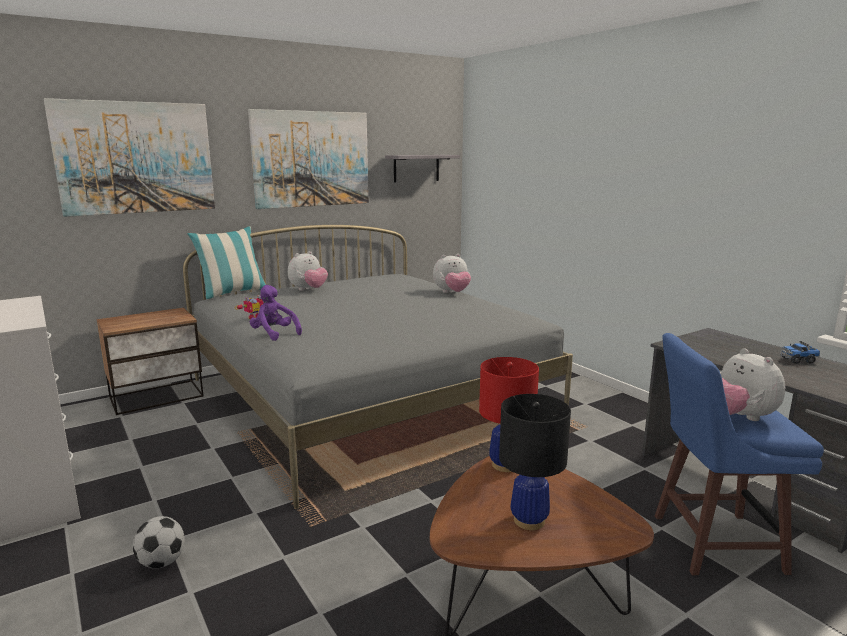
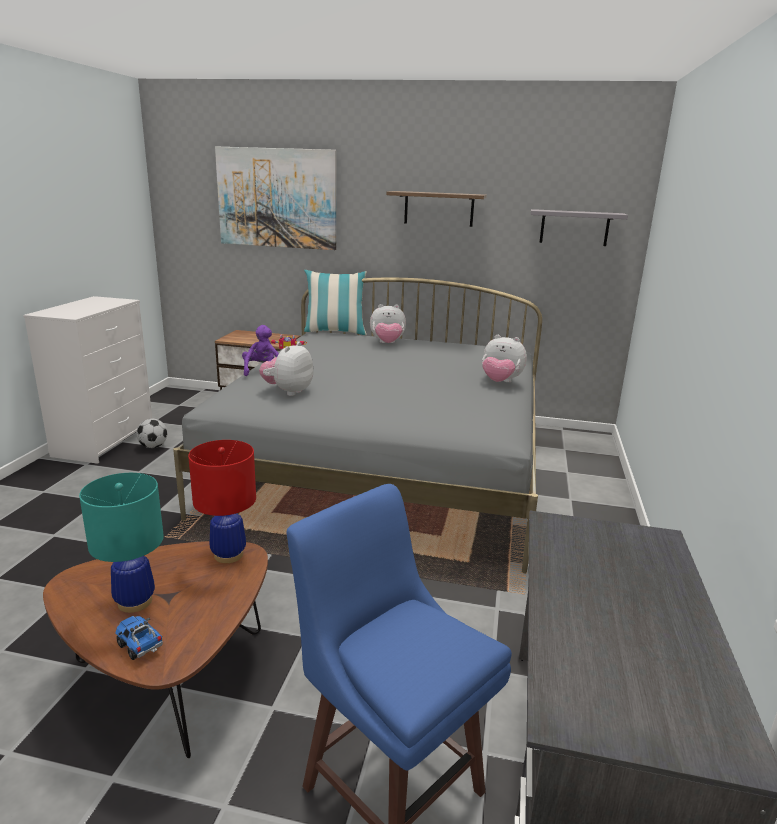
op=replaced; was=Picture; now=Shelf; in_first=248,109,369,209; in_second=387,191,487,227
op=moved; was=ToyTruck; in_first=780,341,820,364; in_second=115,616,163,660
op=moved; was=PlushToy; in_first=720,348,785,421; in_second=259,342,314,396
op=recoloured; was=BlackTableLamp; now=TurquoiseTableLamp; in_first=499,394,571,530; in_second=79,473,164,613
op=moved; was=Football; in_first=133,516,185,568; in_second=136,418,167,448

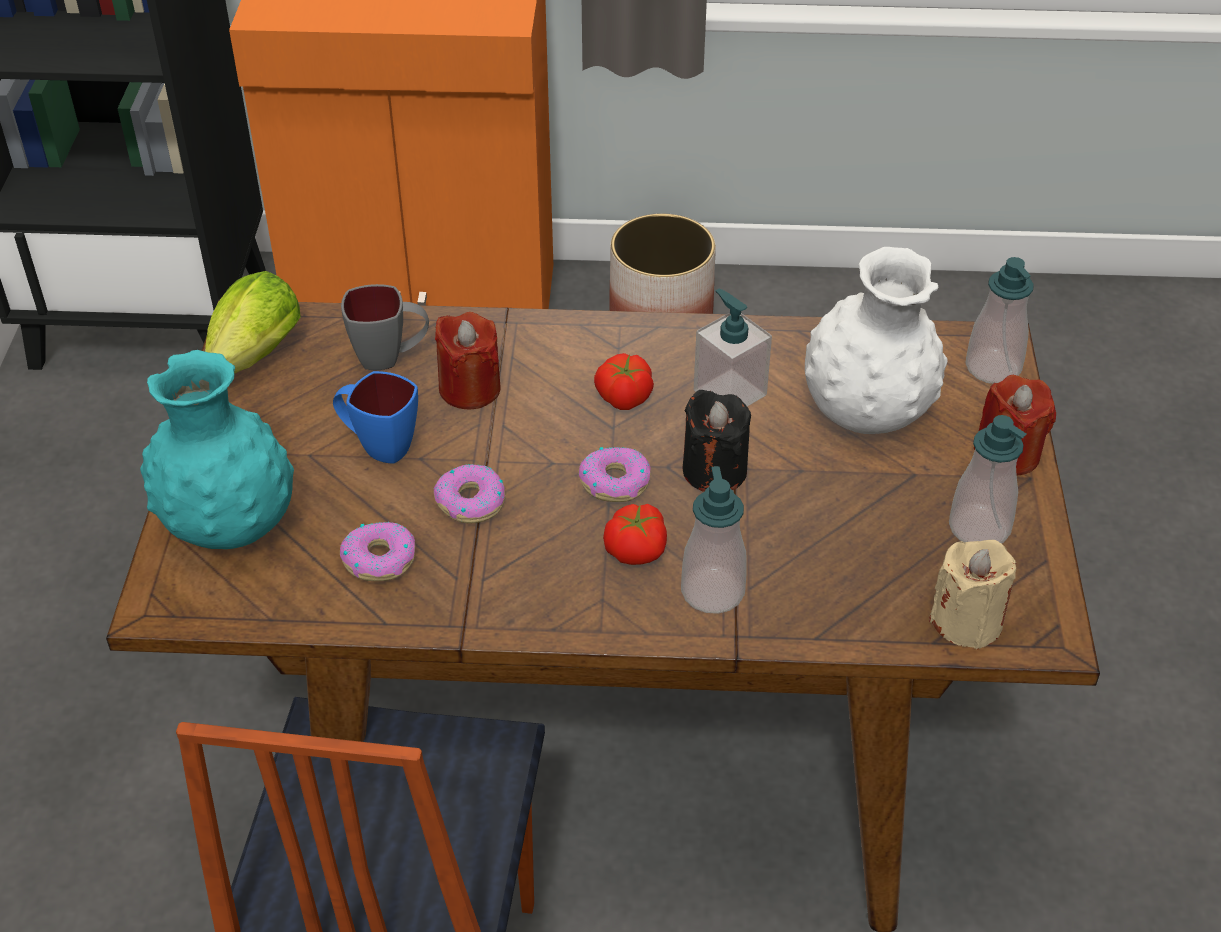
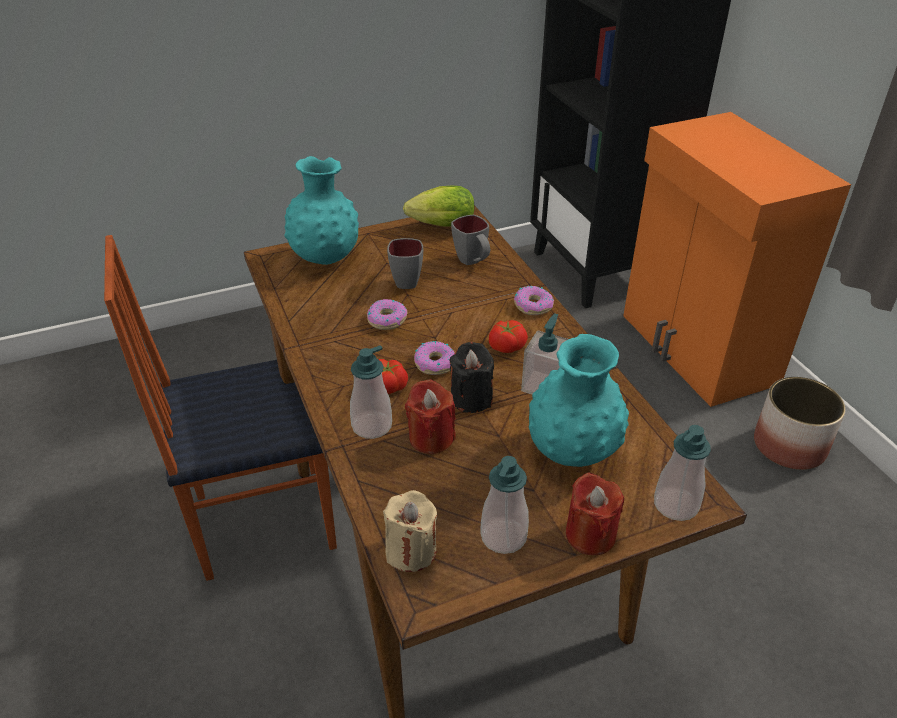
op=recoloured; was=WhiteVase; now=TurquoiseVase; in_first=805,247,948,434; in_second=529,334,629,467
op=moved; was=RedCandle; in_first=435,312,500,409; in_second=405,379,456,454
op=recoloured; was=BlueMug; now=GreyMug; in_first=333,371,418,463; in_second=387,238,423,289
op=moved; was=Donut; in_first=340,522,415,581; in_second=514,286,554,315

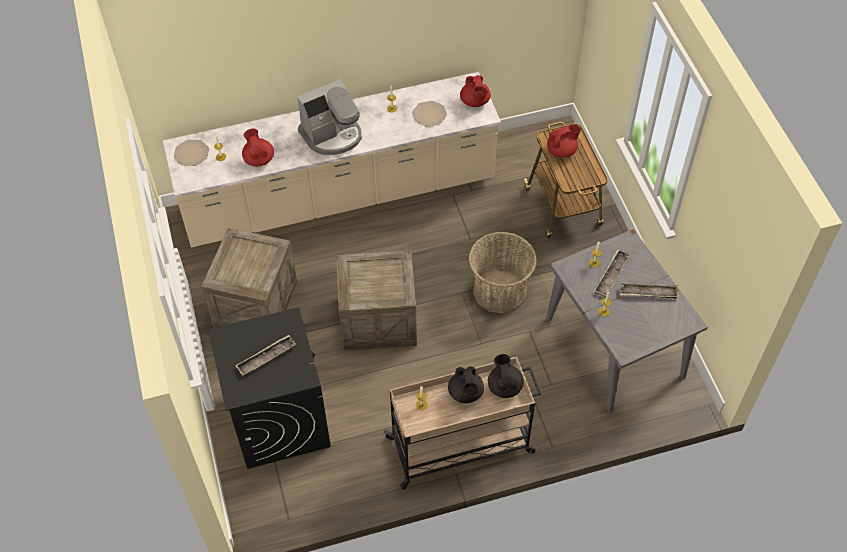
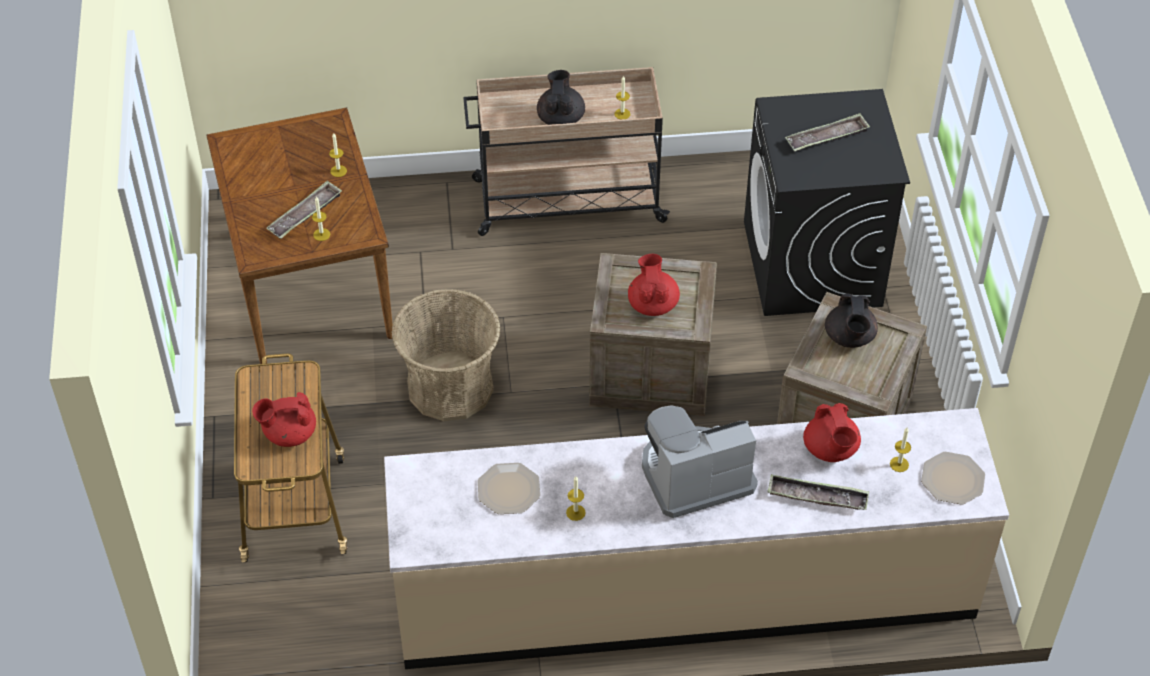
op=moved; was=RedTeapot; in_first=460,75,491,107; in_second=628,254,680,316
op=recoloured; was=GreyDiningTable; now=BrownDiningTable; in_first=546,229,708,413; in_second=206,107,393,364
op=moved; was=Tray; in_first=619,283,679,299; in_second=767,474,869,510
op=moved; was=BlackTeapot; in_first=488,354,524,398; in_second=825,293,878,348

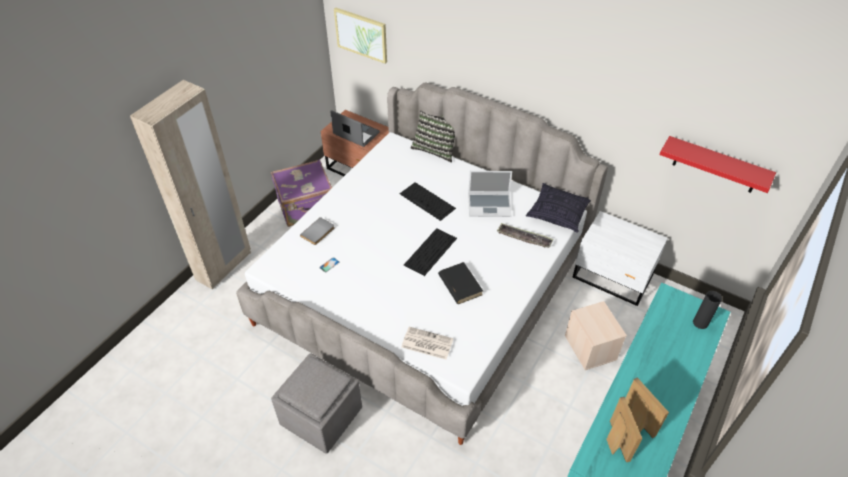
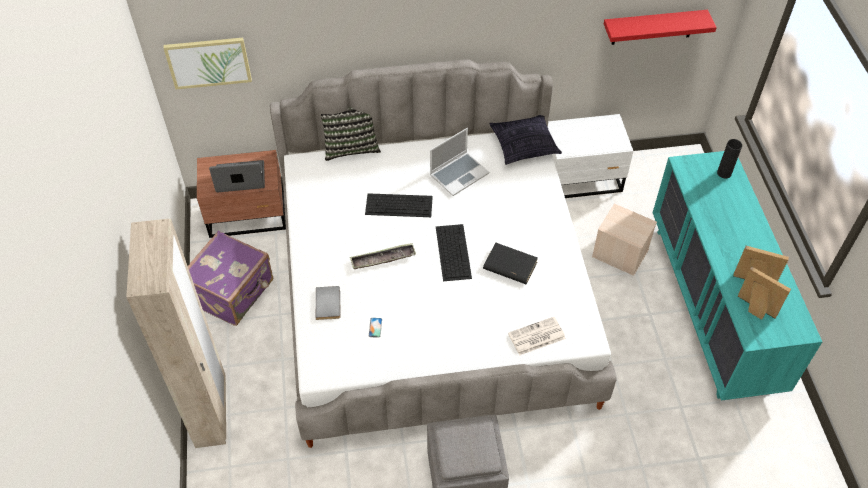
op=moved; was=Tray; in_first=497,223,553,248; in_second=350,243,416,269

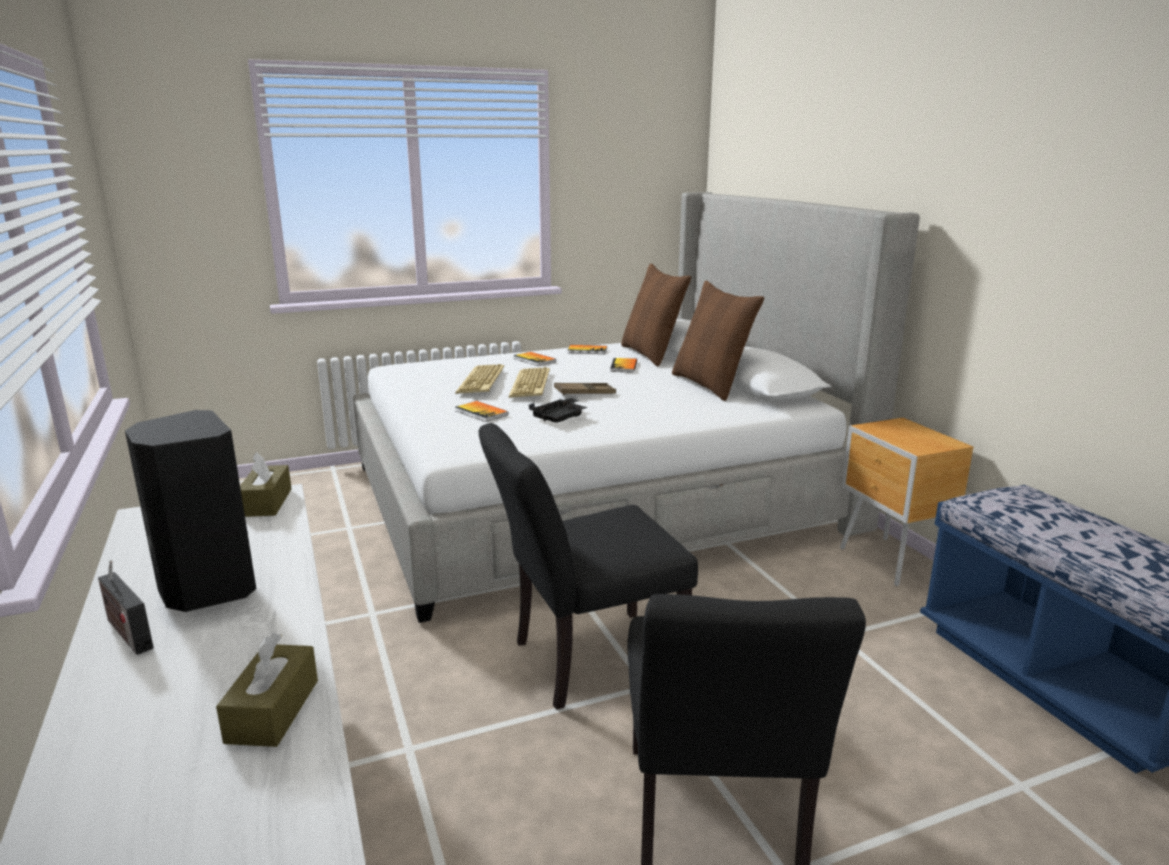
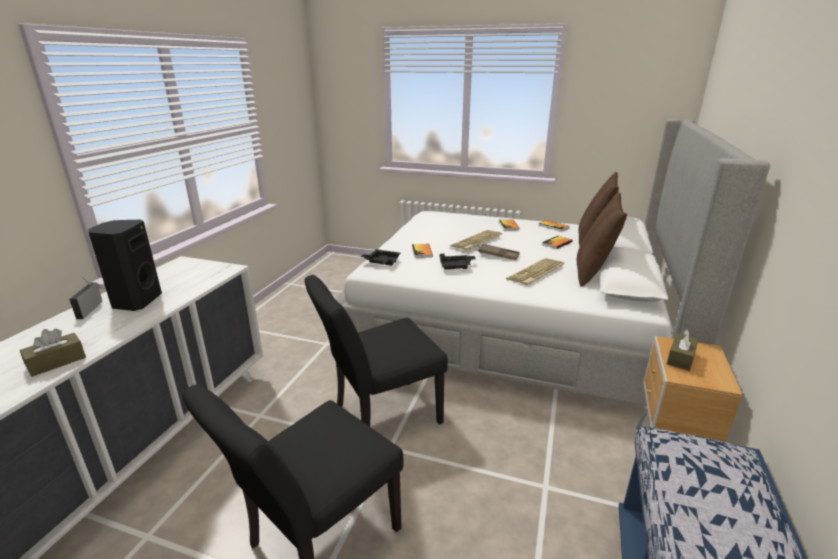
op=moved; was=Keyboard; in_first=455,364,504,394; in_second=506,258,565,285
op=turned; was=BlackChair; in_first=478,423,698,710; in_second=305,275,448,427; clockwise=-45
op=moved; was=BrownTissueBox; in_first=240,452,292,517; in_second=667,329,699,371
op=added; now=BlackTray; in_second=361,249,401,266

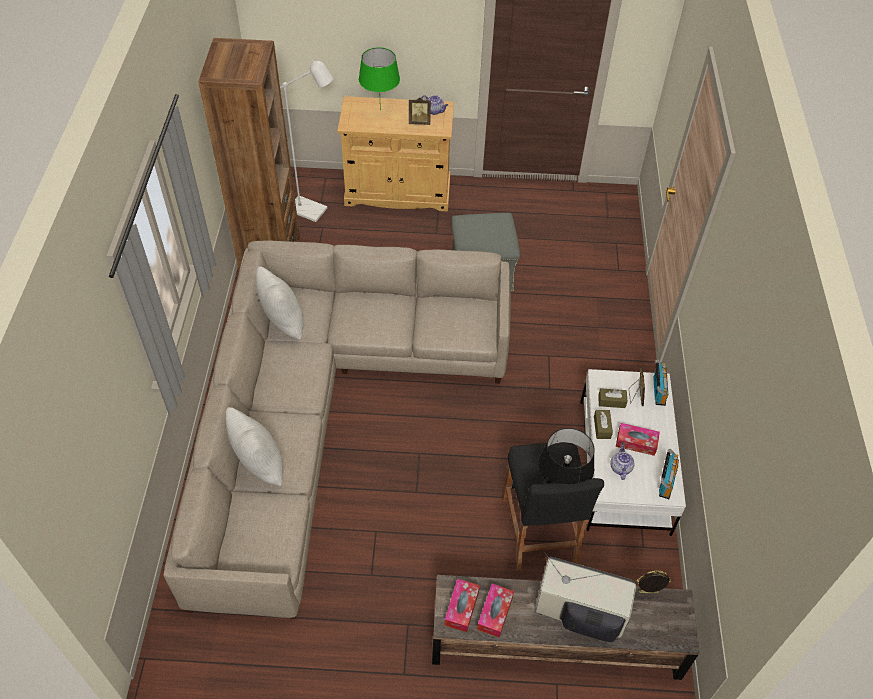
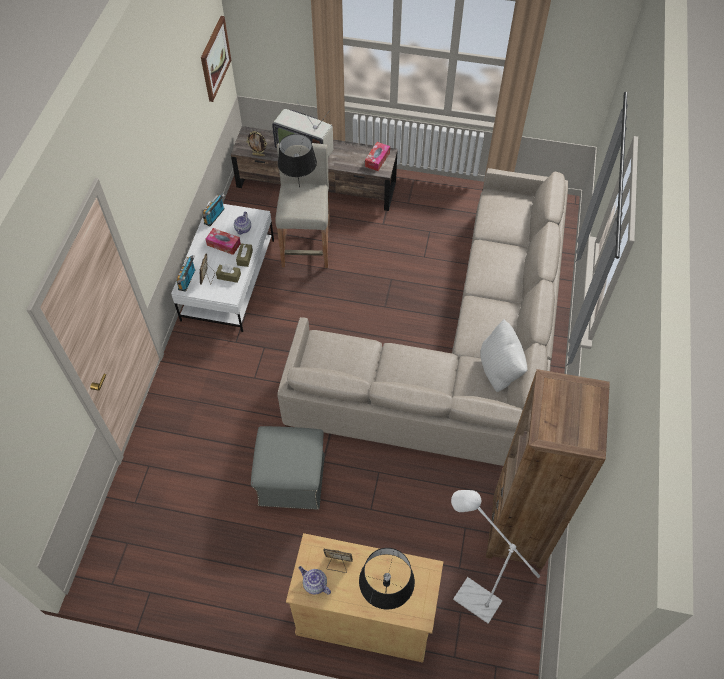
op=recoloured; was=GreenTableLamp; now=BlackTableLamp; in_first=359,47,400,110; in_second=359,548,415,610
op=removed; was=WhitePillow; in_first=226,407,283,486
op=recoloured; was=BlackStool; now=BeigeStool; in_first=502,443,604,571; in_second=275,143,330,268
op=removed; was=TissueBox; in_first=477,584,514,638
op=added; now=Picture; in_second=201,16,231,102

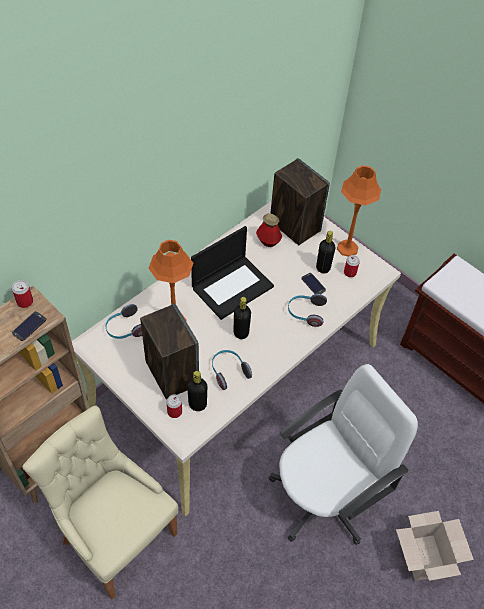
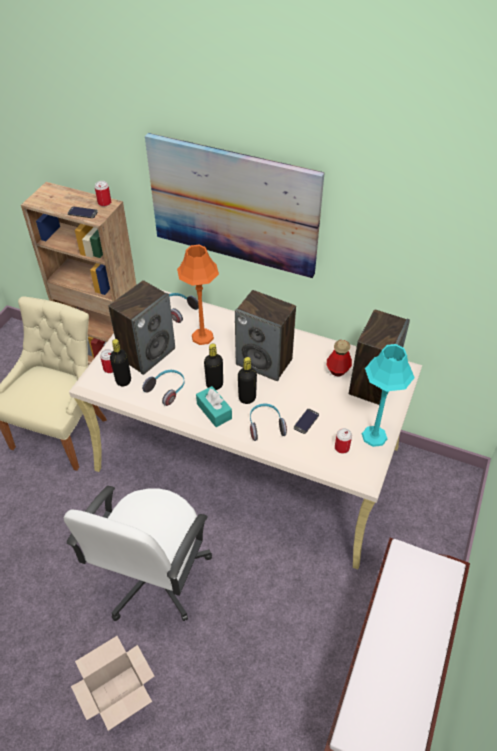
op=recoloured; was=OrangeTableLamp; now=TurquoiseTableLamp; in_first=337,165,381,257; in_second=362,344,415,447
op=replaced; was=Laptop; now=Speaker; in_first=191,226,274,320; in_second=235,290,296,381
op=moved; was=BlackBottle; in_first=316,231,335,274; in_second=238,357,257,404
op=turned; was=WhiteOfficeChair; in_first=269,364,418,545; in_second=64,486,212,621; clockwise=75
op=added; now=Picture; in_second=145,133,325,278
op=added; now=TurquoiseTissueBox; in_second=196,386,232,427

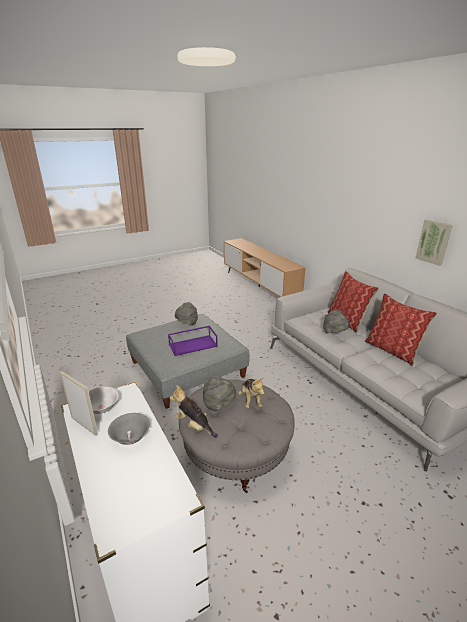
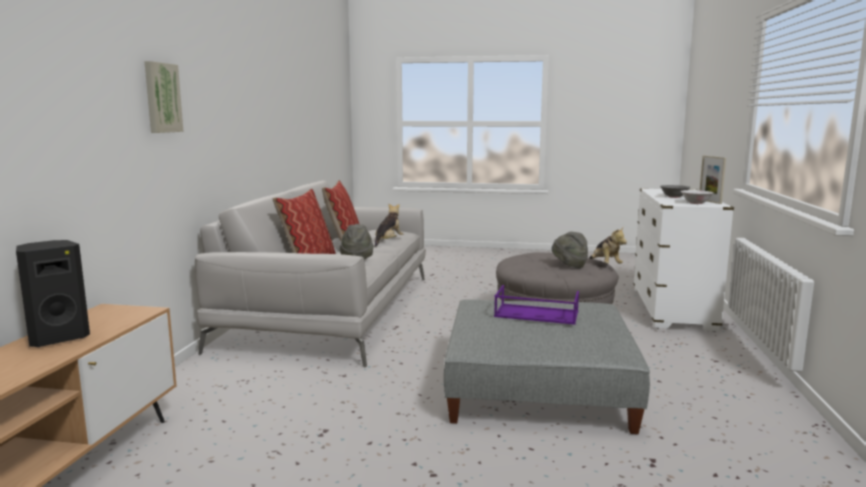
op=moved; was=Picture; in_first=416,220,453,266; in_second=144,61,184,133
op=removed; was=GreyHat; in_first=175,302,198,325
op=moved; was=PlushToy; in_first=238,378,264,408; in_second=375,203,403,246
op=added; now=BlackSpeaker; in_second=16,240,90,347

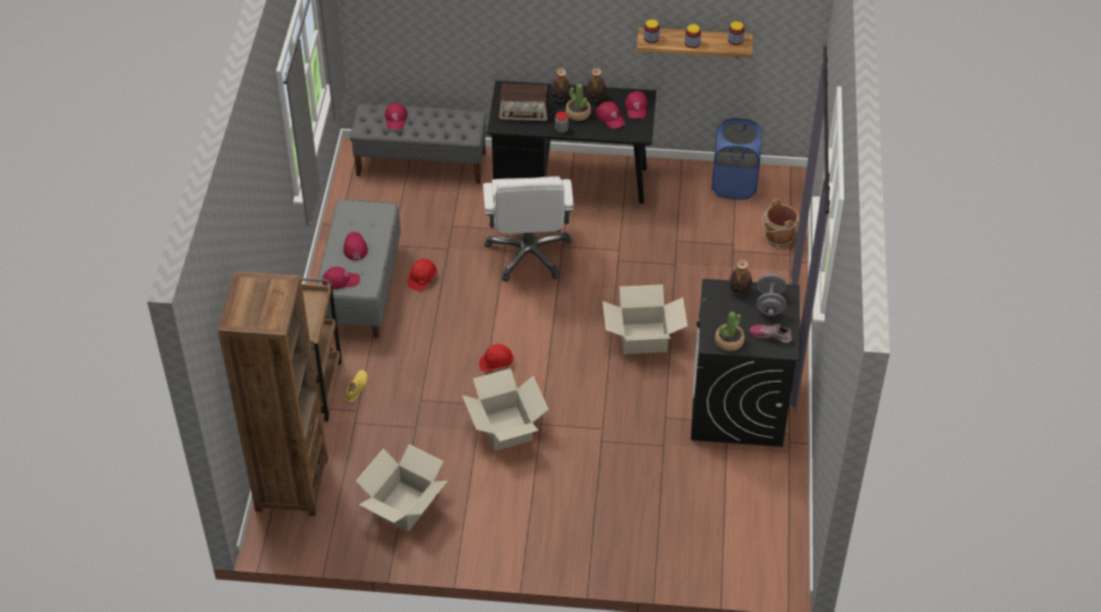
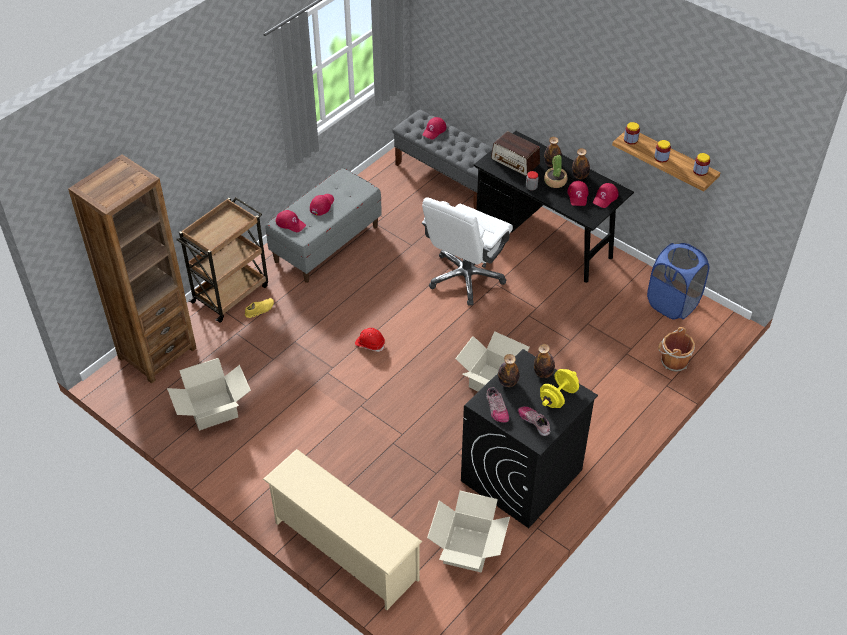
op=removed; was=RedHardHat; in_first=407,259,437,291
op=recoloured; was=GreyDumbbell; now=YellowDumbbell; in_first=756,273,786,316; in_second=540,369,579,408
op=replaced; was=PottedPlant; now=Shoe; in_first=715,312,745,351; in_second=486,387,509,423
op=moved; was=CardboardBox; in_first=462,368,549,451; in_second=427,491,510,573
op=added; now=Bottle; in_second=498,354,519,387
op=added; now=BeigeShoeRack; in_second=263,449,422,610

